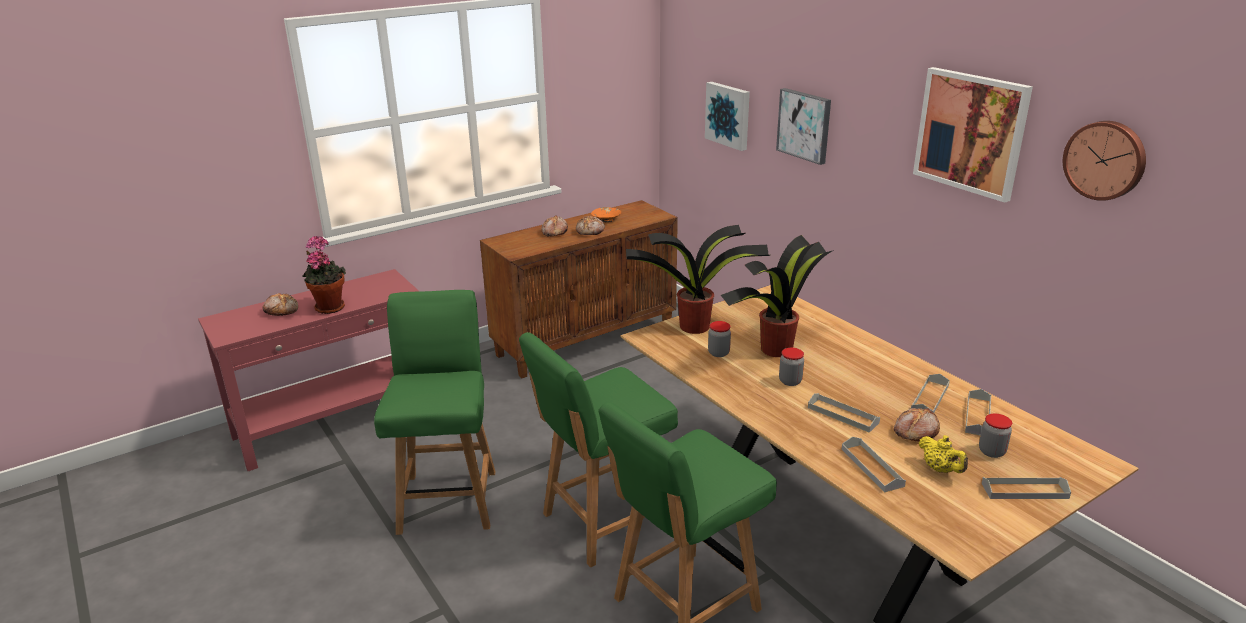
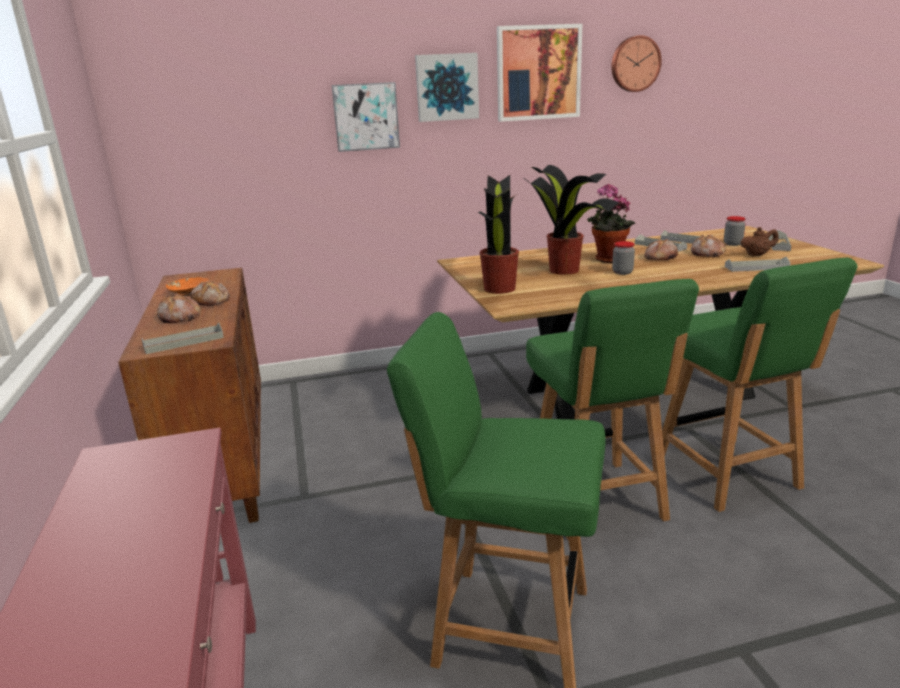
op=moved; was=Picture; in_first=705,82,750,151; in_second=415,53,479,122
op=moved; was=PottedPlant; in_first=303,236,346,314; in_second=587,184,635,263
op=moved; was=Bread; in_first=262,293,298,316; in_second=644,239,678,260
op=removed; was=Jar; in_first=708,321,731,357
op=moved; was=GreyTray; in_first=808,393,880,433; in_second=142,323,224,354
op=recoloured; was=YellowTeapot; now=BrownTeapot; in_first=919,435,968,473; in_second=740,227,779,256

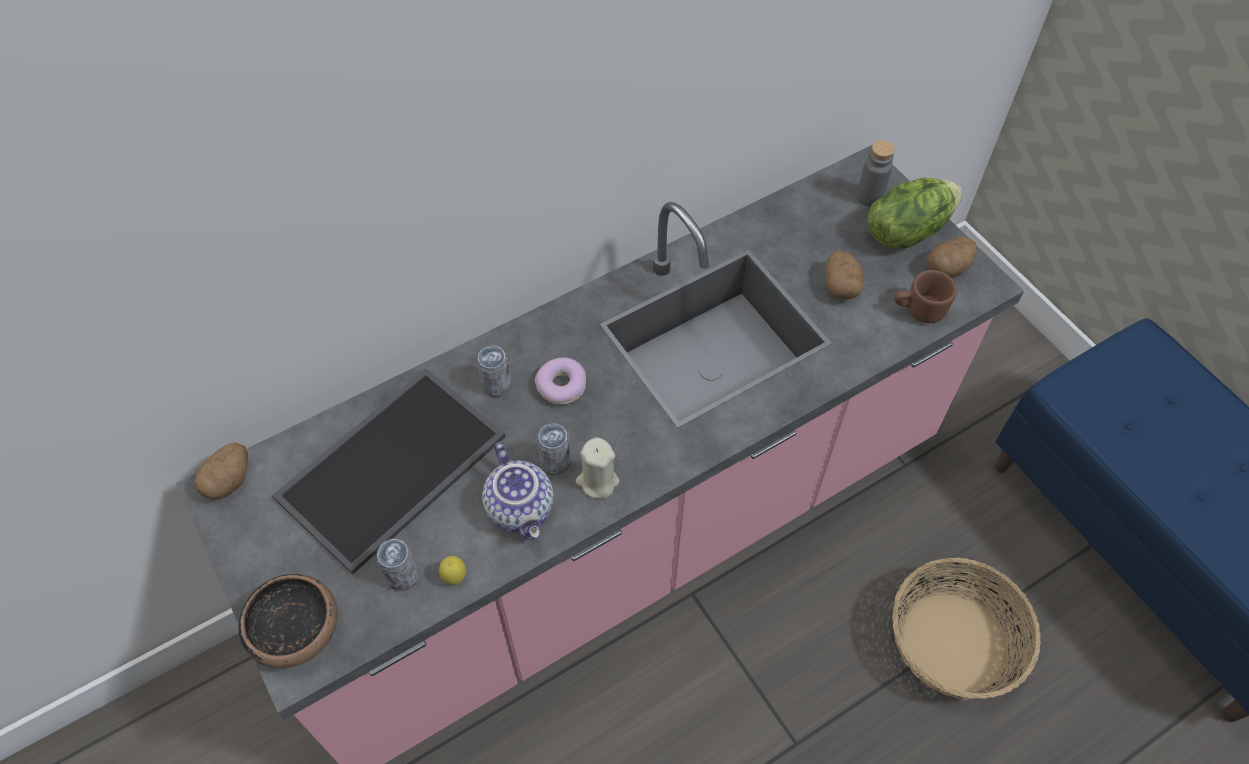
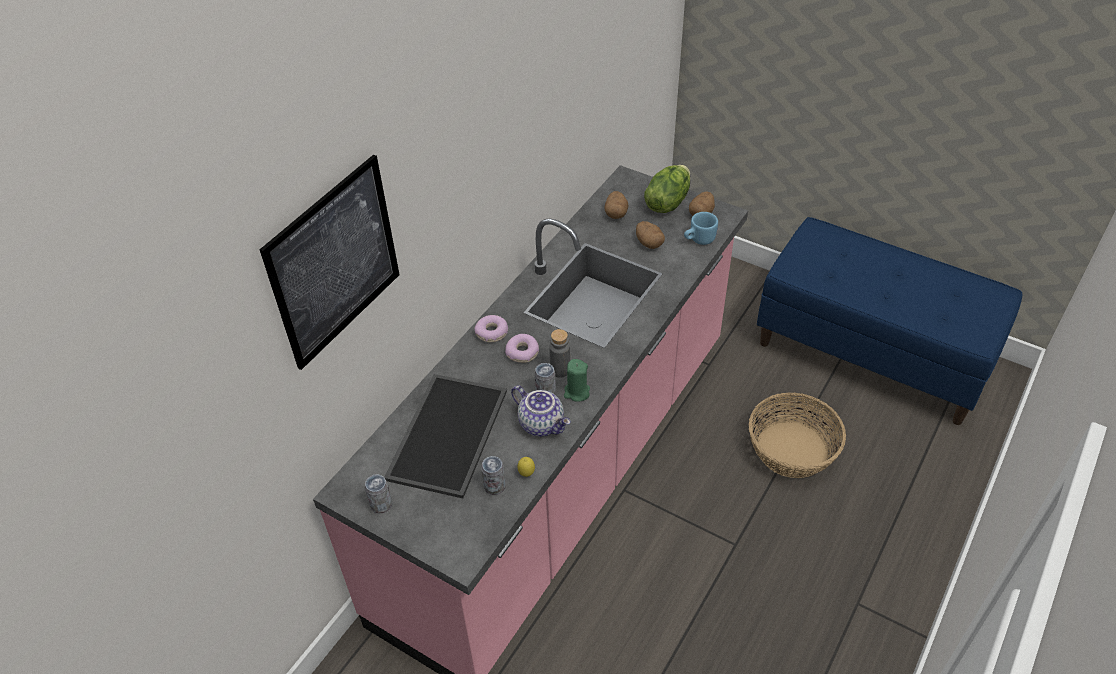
op=moved; was=GreyBottle; in_first=857,140,895,207; in_second=549,329,570,378
op=recoloured; was=BrownMug; now=BlueMug; in_first=894,270,957,323; in_second=684,212,718,245
op=moved; was=Can; in_first=477,346,511,397; in_second=365,474,392,513
op=recoloured; was=BeigeCandle; now=GreenCandle; in_first=576,437,619,499; in_second=564,359,590,402
op=moved; was=Potato; in_first=194,442,248,499; in_second=604,191,628,219
op=removed; was=Bowl; in_first=238,574,338,668
op=added; now=Picture; in_second=260,154,400,370
op=added; now=Donut; in_second=474,315,508,343

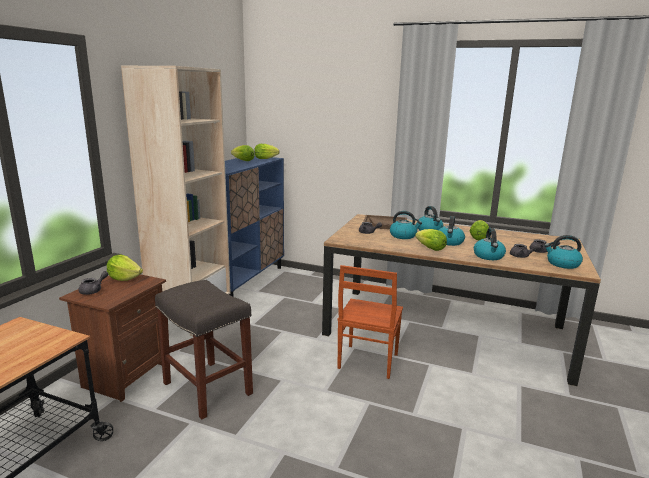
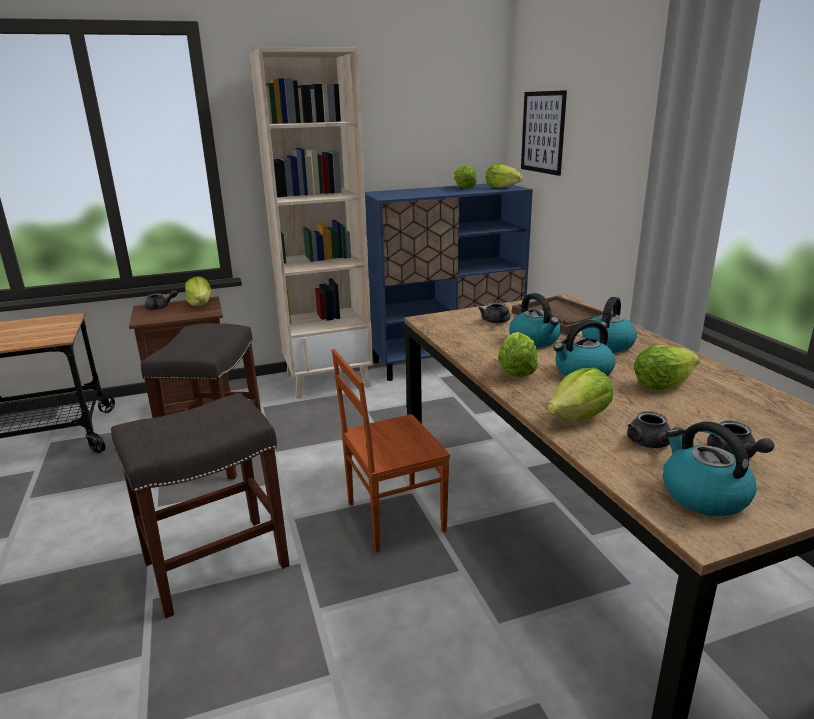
op=replaced; was=Kettle; now=Lettuce; in_first=474,228,506,260; in_second=547,368,613,421
op=added; now=Picture; in_second=521,90,567,176
op=added; now=GreyStool; in_second=111,393,290,618

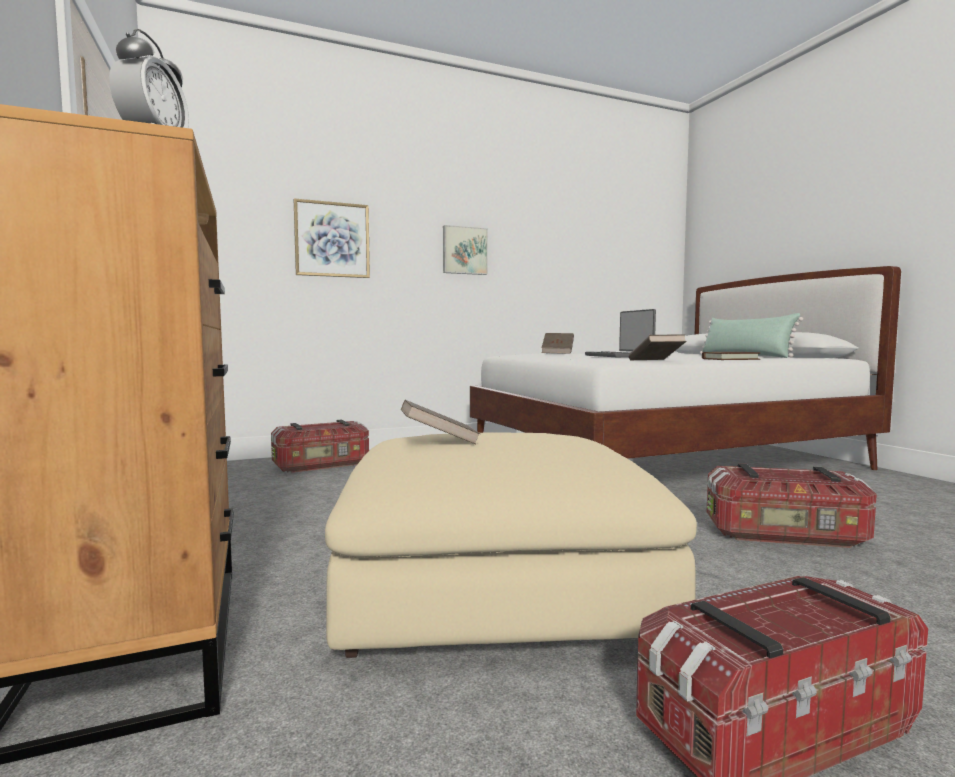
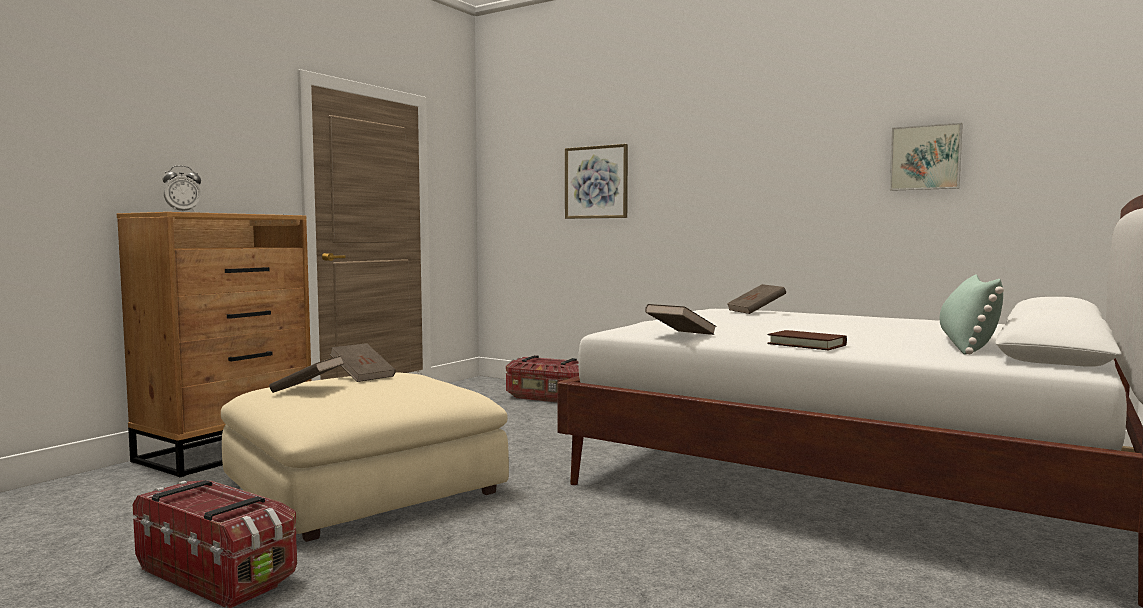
op=moved; was=Picture; in_first=443,225,488,275; in_second=890,123,963,191
op=removed; was=Laptop; in_first=585,309,656,357
op=removed; was=StorageBox; in_first=706,463,877,548
op=added; now=BrownBook; in_second=269,356,345,393

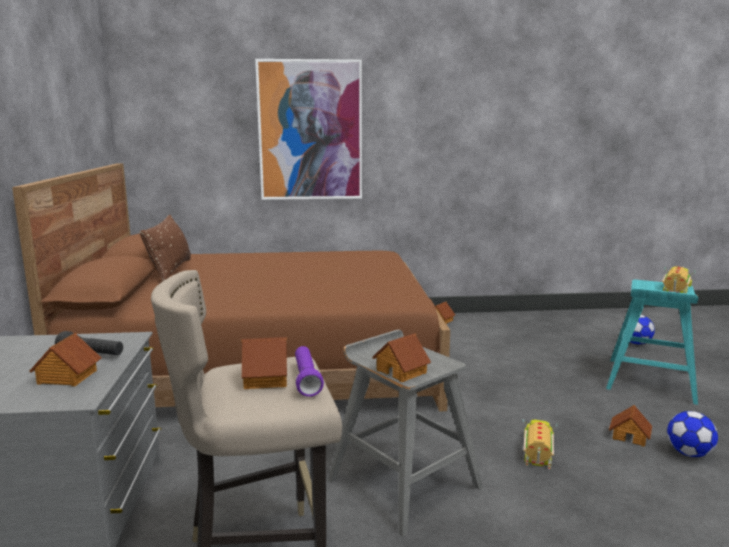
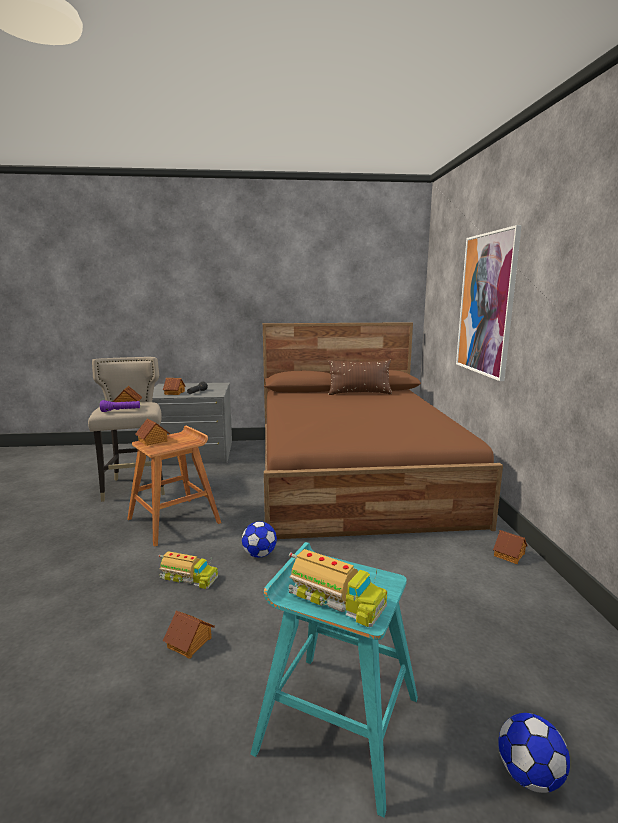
op=recoloured; was=GreyStool; now=BrownStool; in_first=328,329,483,537; in_second=127,426,221,547
op=moved; was=Football; in_first=667,411,718,457; in_second=242,521,277,557

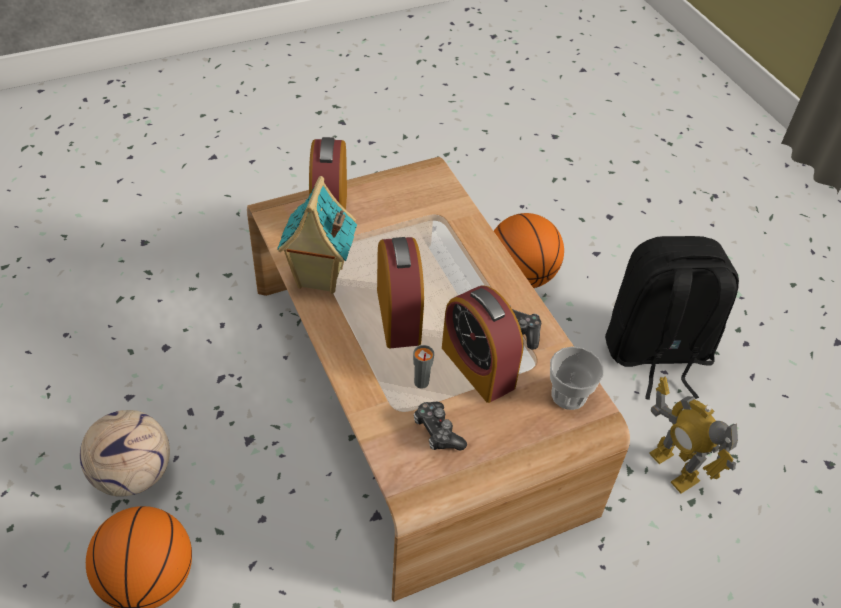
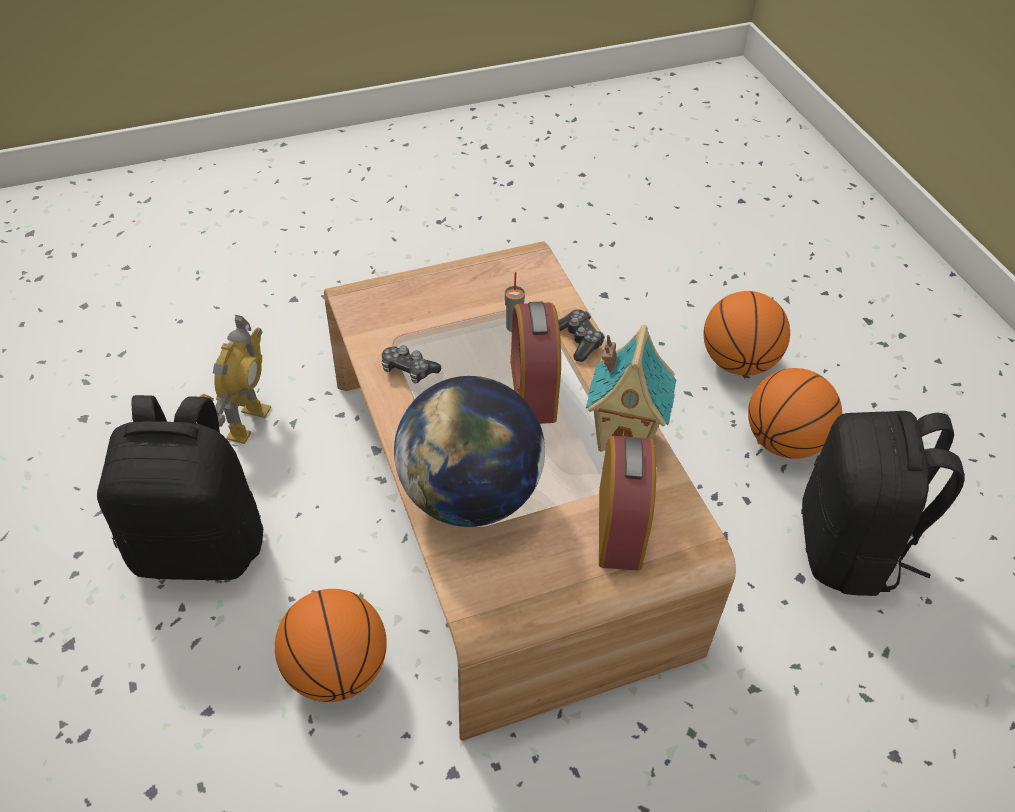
op=removed; was=AlarmClock; in_first=442,285,524,403
op=removed; was=Cup; in_first=550,346,604,410
op=turned; was=ToyRobot; in_first=649,377,738,493; in_second=200,315,271,444; clockwise=45
op=moved; was=GameController; in_first=414,401,467,451; in_second=558,309,605,362
op=replaced; was=Football; now=Basketball; in_first=80,410,170,497; in_second=748,368,842,459
op=added; now=Globe; in_second=394,376,545,527
op=added; now=BlackBackpack; in_second=801,411,965,596

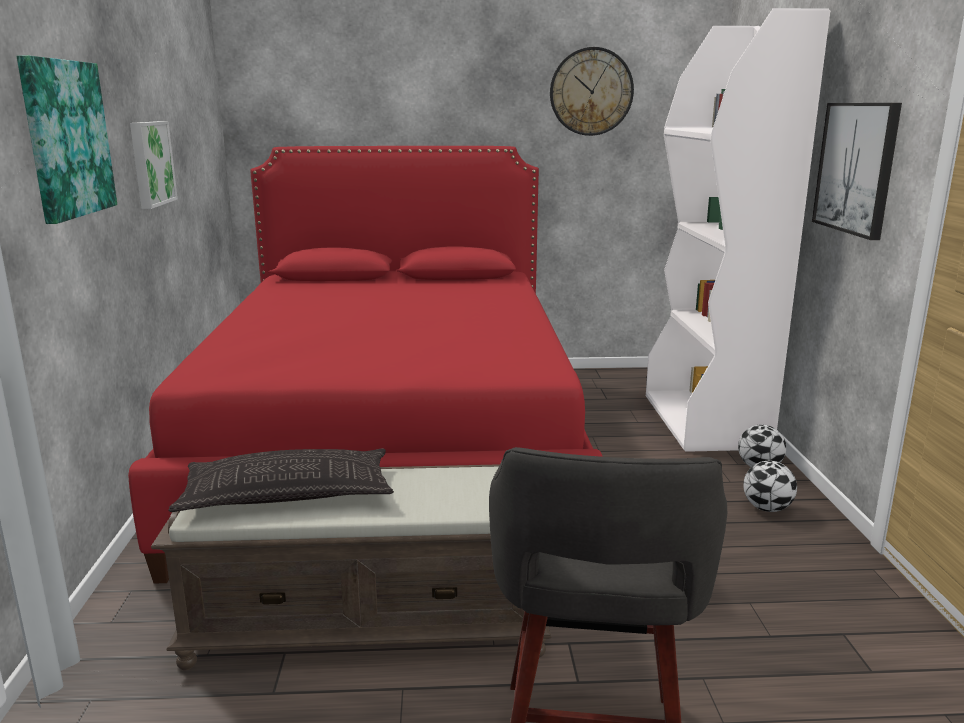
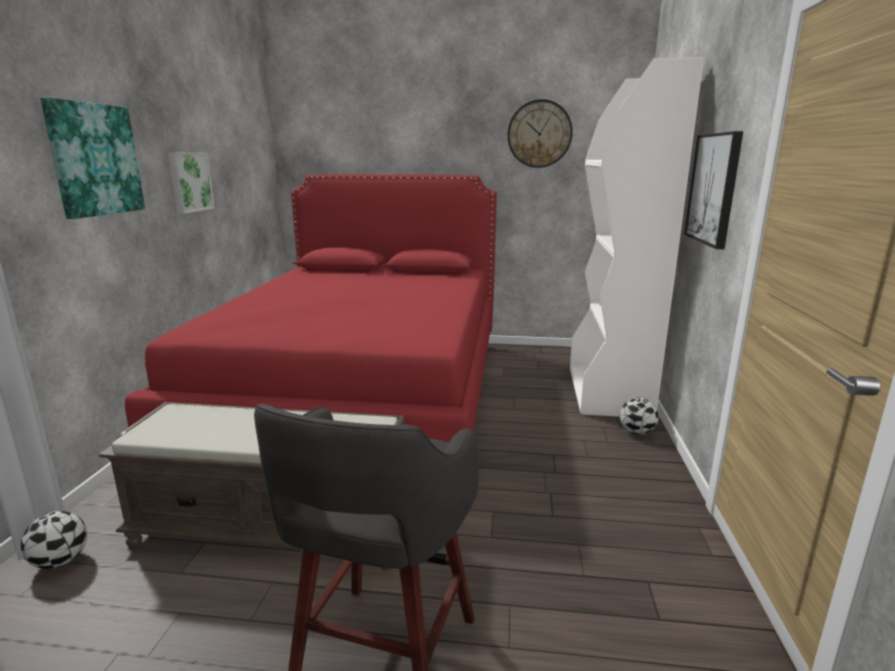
op=removed; was=Pillow; in_first=168,448,394,512
op=moved; was=Football; in_first=743,461,797,512; in_second=21,511,87,569

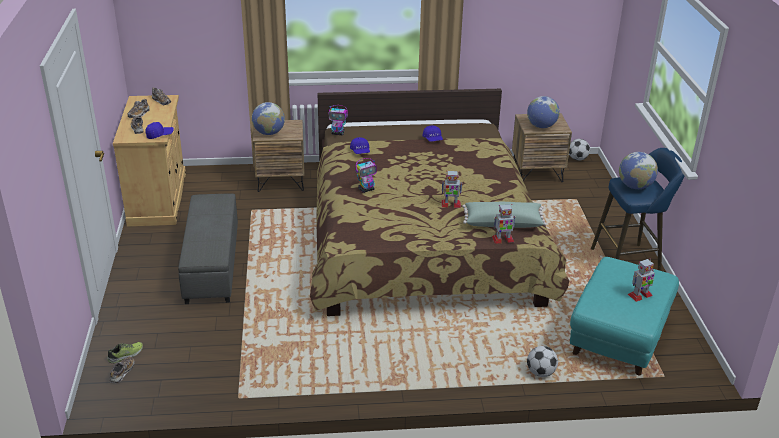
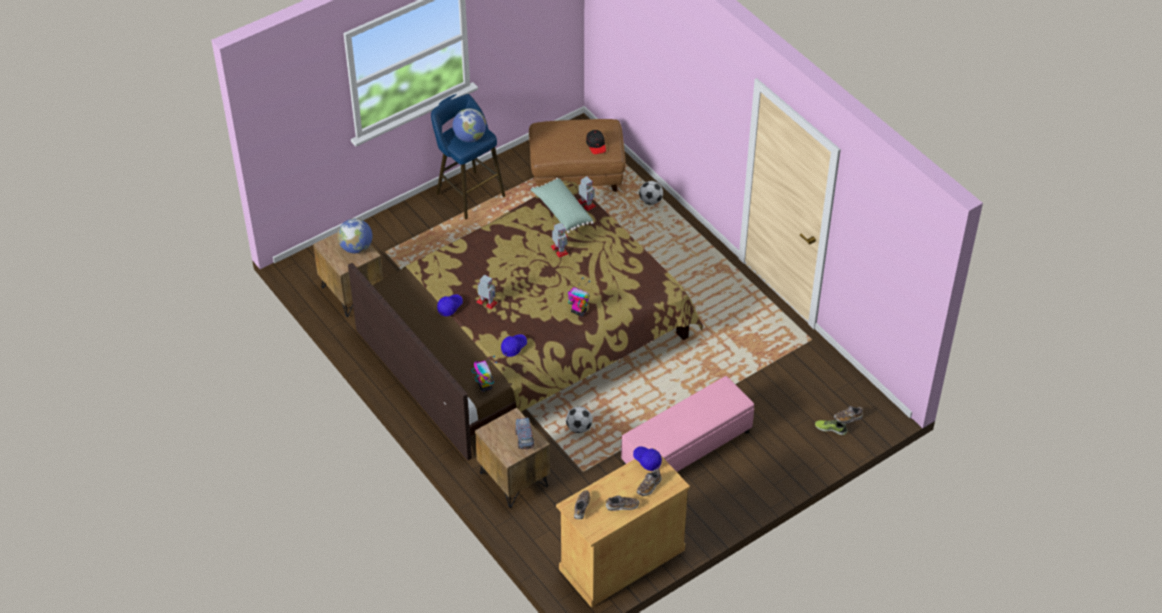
op=replaced; was=Globe; now=ToyTruck; in_first=252,102,285,135; in_second=515,417,535,451
op=moved; was=Football; in_first=569,139,590,161; in_second=566,406,593,433
op=recoloured; was=GreyOttoman; now=PinkOttoman; in_first=178,194,238,304; in_second=621,376,754,472
op=recoloured; was=TurquoiseOttoman; now=BrownOttoman; in_first=570,257,679,376; in_second=529,119,626,192
op=moved; was=ToyRobot; in_first=628,258,655,302; in_second=477,275,498,310
op=added; now=BlackCap; in_second=586,130,606,154

